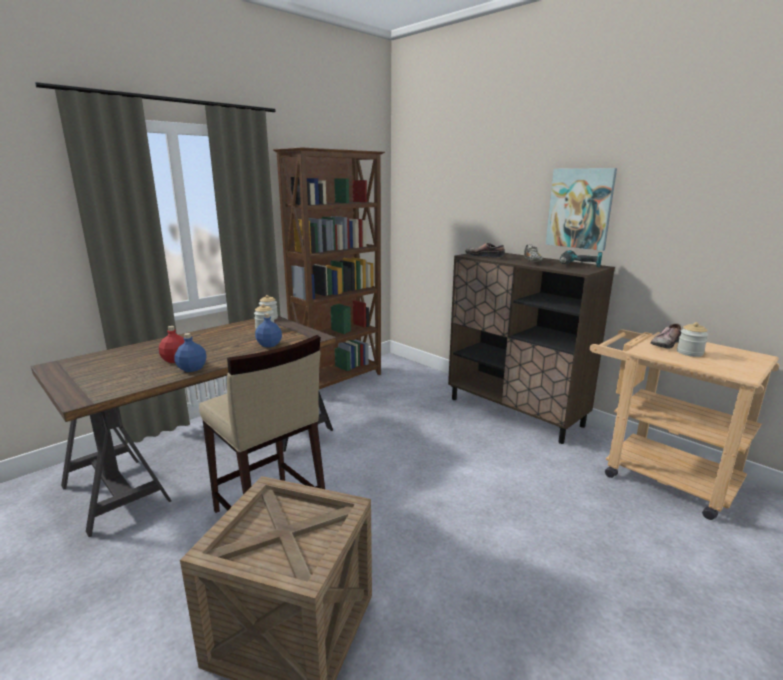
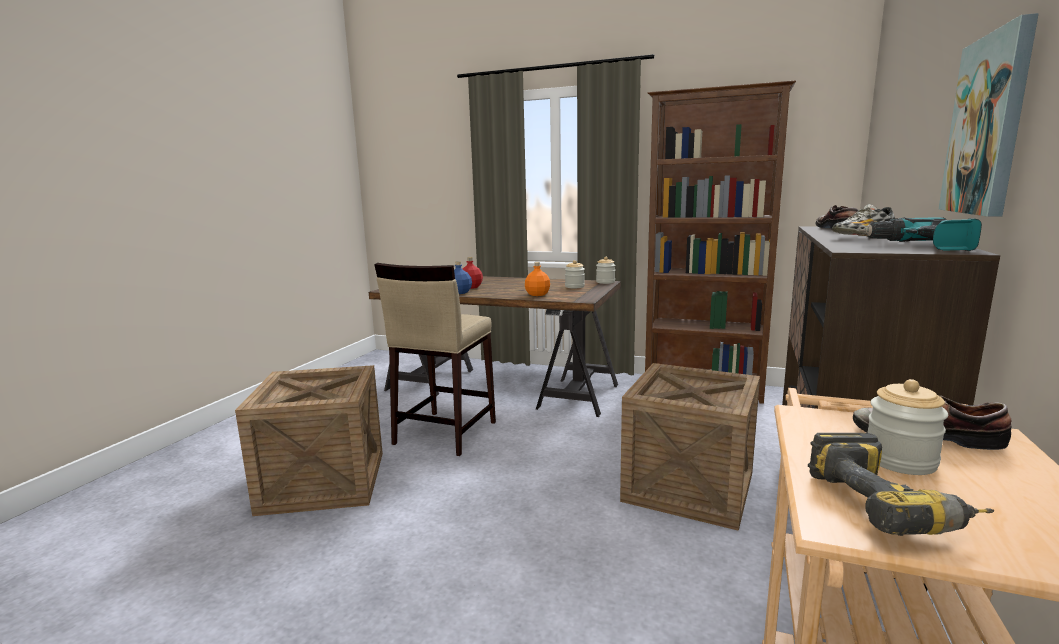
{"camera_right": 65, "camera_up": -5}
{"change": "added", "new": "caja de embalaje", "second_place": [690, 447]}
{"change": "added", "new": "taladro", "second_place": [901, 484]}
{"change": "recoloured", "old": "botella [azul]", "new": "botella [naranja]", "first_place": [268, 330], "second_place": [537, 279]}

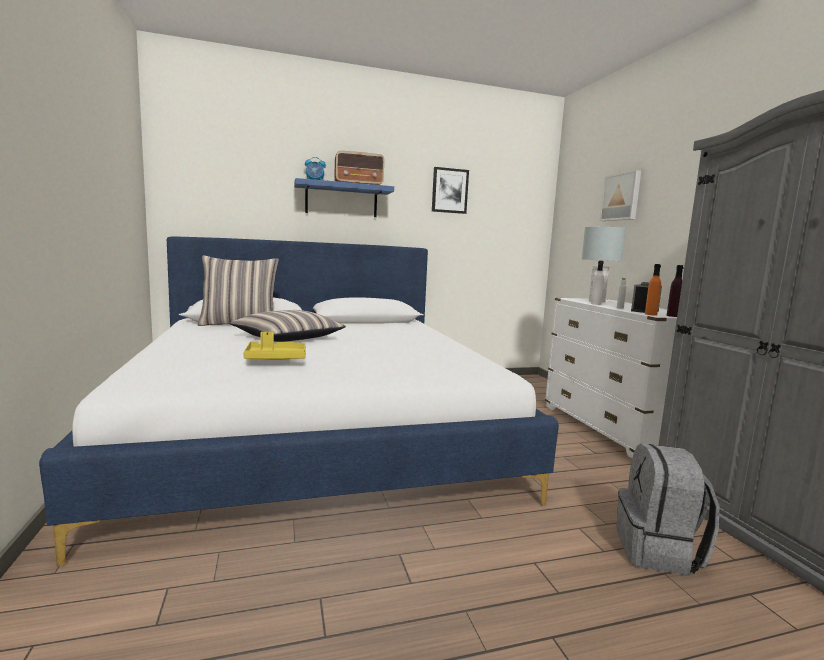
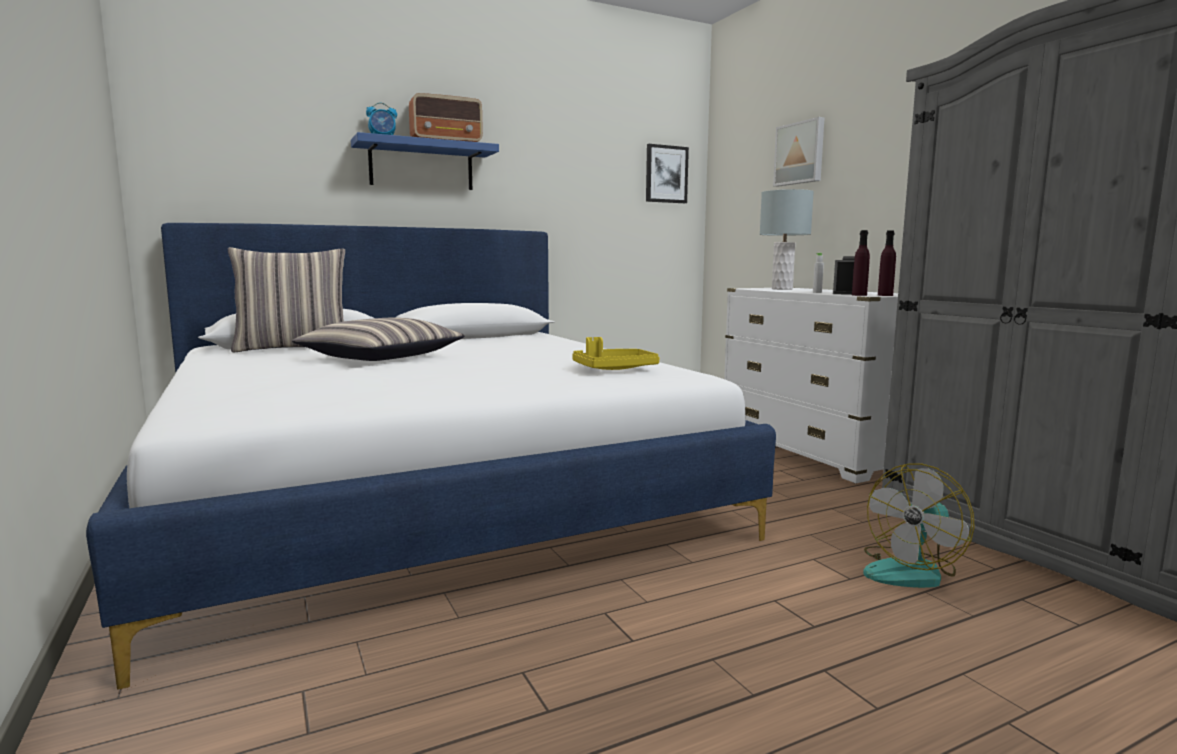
{"camera_right": -10, "camera_up": 0}
{"change": "removed", "old": "botella [blanco]", "first_place": [597, 283]}
{"change": "moved", "old": "bandeja [amarillo]", "first_place": [275, 346], "second_place": [615, 353]}
{"change": "moved", "old": "cuadro", "first_place": [450, 190], "second_place": [667, 173]}
{"change": "replaced", "old": "mochila [gris]", "new": "ventilador", "first_place": [668, 510], "second_place": [919, 525]}
{"change": "recoloured", "old": "botella [naranja]", "new": "botella [morado]", "first_place": [653, 289], "second_place": [861, 263]}

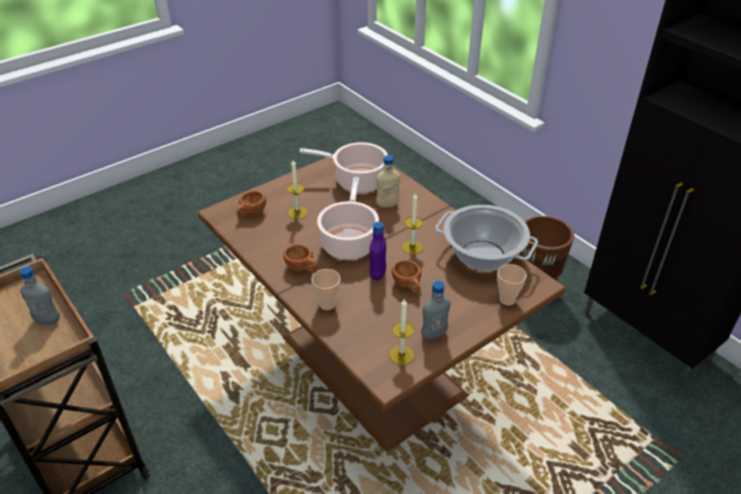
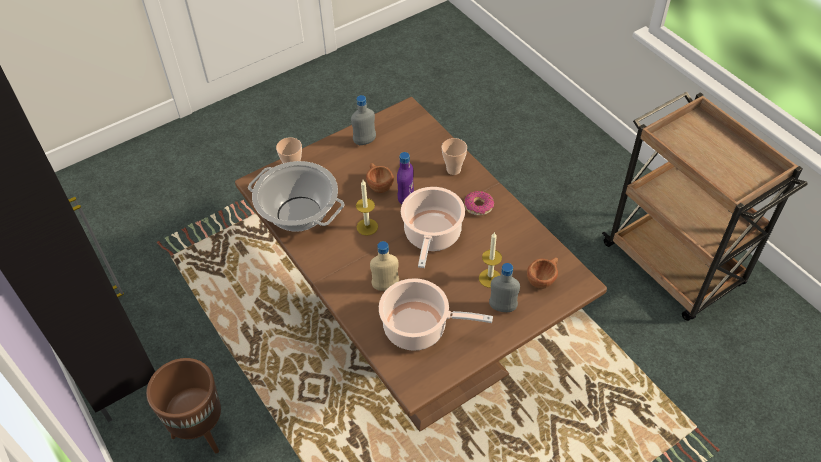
{"camera_right": -175, "camera_up": 10}
{"change": "removed", "old": "vela", "first_place": [402, 331]}
{"change": "moved", "old": "botella [gris]", "first_place": [40, 295], "second_place": [504, 287]}
{"change": "replaced", "old": "taza [marrón]", "new": "rosquilla", "first_place": [300, 258], "second_place": [479, 203]}

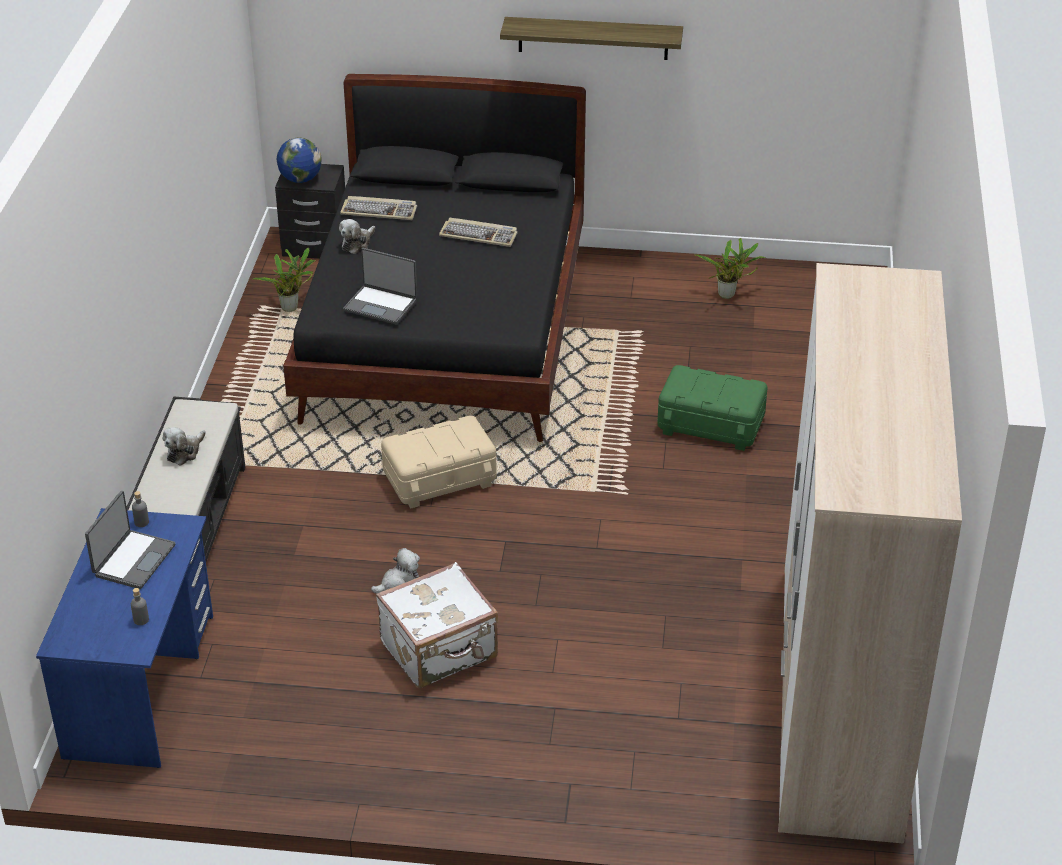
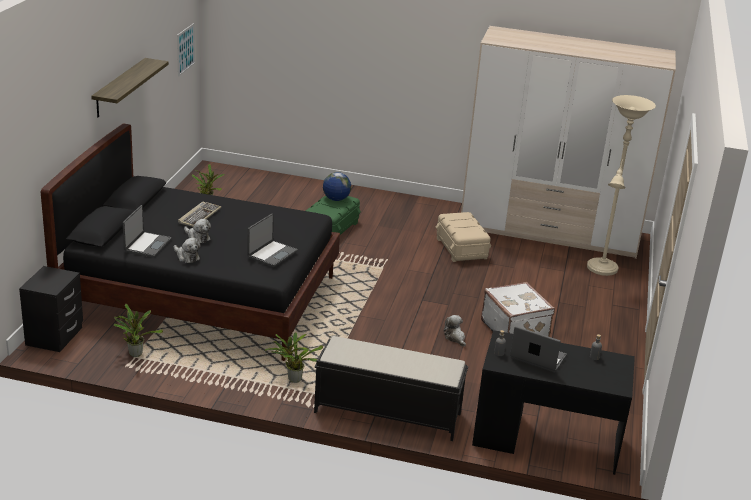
{"camera_right": -85, "camera_up": -10}
{"change": "added", "new": "cuadro", "second_place": [186, 50]}
{"change": "added", "new": "planta en maceta", "second_place": [293, 357]}
{"change": "added", "new": "lámpara de pie [beis]", "second_place": [621, 185]}
{"change": "moved", "old": "peluche", "first_place": [184, 446], "second_place": [197, 231]}
{"change": "moved", "old": "globo terráqueo", "first_place": [299, 160], "second_place": [337, 186]}
{"change": "moved", "old": "caja de almacenaje [beis]", "first_place": [439, 462], "second_place": [463, 237]}
{"change": "replaced", "old": "teclado", "new": "portátil", "first_place": [378, 208], "second_place": [147, 231]}
{"change": "recoloured", "old": "escritorio [azul]", "new": "escritorio [negro]", "first_place": [124, 638], "second_place": [553, 402]}

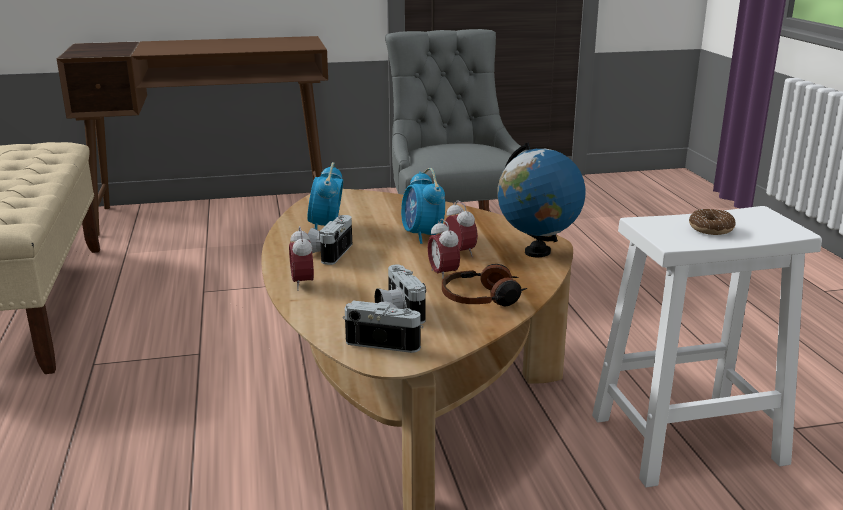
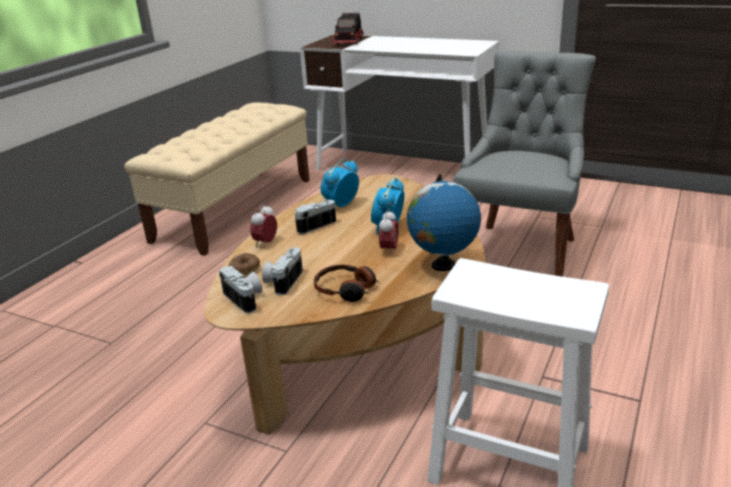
{"camera_right": 40, "camera_up": 5}
{"change": "removed", "old": "despertador", "first_place": [444, 249]}
{"change": "added", "new": "camión de juguete", "second_place": [348, 28]}
{"change": "moved", "old": "rosquilla", "first_place": [712, 222], "second_place": [244, 264]}
{"change": "recoloured", "old": "escritorio [marrón]", "new": "escritorio [blanco]", "first_place": [192, 136], "second_place": [399, 102]}

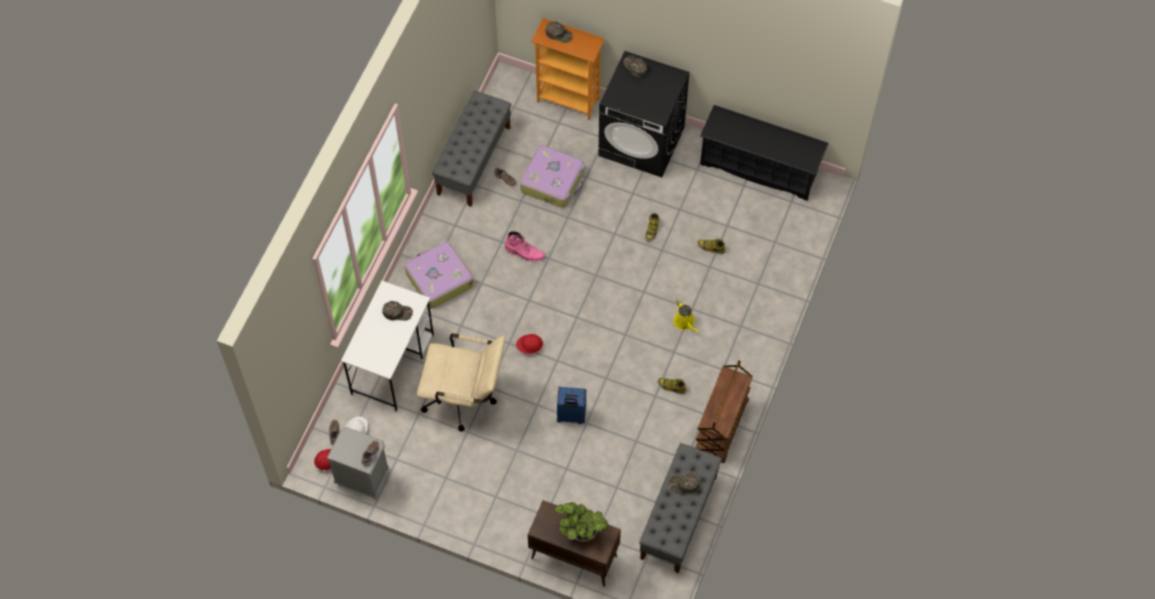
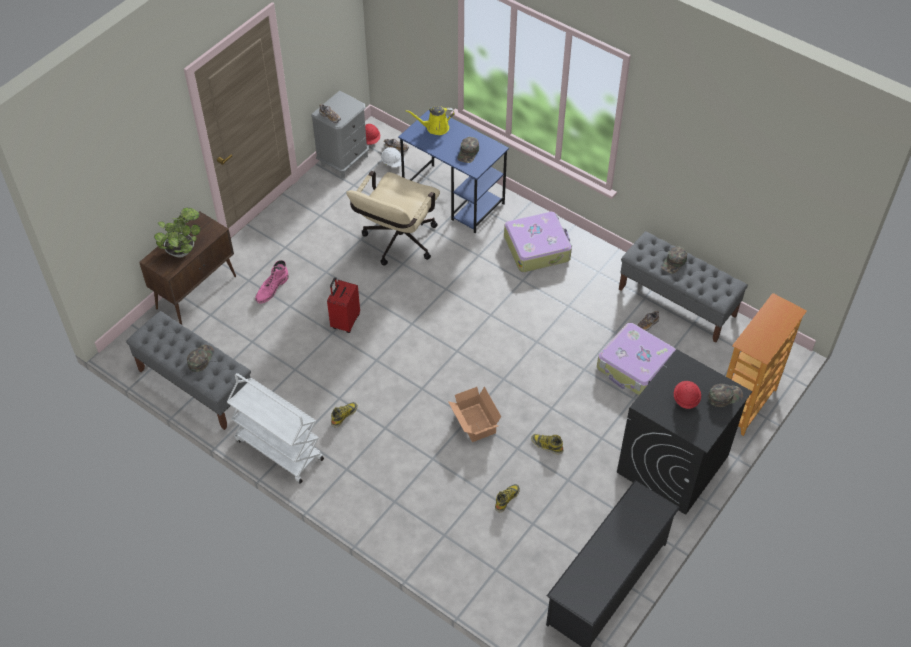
{"camera_right": 105, "camera_up": -10}
{"change": "added", "new": "caja de cartón", "second_place": [474, 414]}
{"change": "moved", "old": "bota [rosa]", "first_place": [525, 246], "second_place": [272, 282]}
{"change": "moved", "old": "casco [rojo]", "first_place": [529, 344], "second_place": [687, 395]}
{"change": "moved", "old": "gorra [verde]", "first_place": [559, 32], "second_place": [674, 260]}
{"change": "moved", "old": "regadera [amarillo]", "first_place": [686, 316], "second_place": [430, 120]}
{"change": "recoloured", "old": "escritorio [blanco]", "new": "escritorio [azul]", "first_place": [387, 346], "second_place": [453, 170]}
{"change": "recoloured", "old": "maleta [azul]", "new": "maleta [rojo]", "first_place": [571, 405], "second_place": [343, 305]}
{"change": "recoloured", "old": "carrito [marrón]", "new": "carrito [blanco]", "first_place": [724, 412], "second_place": [275, 428]}

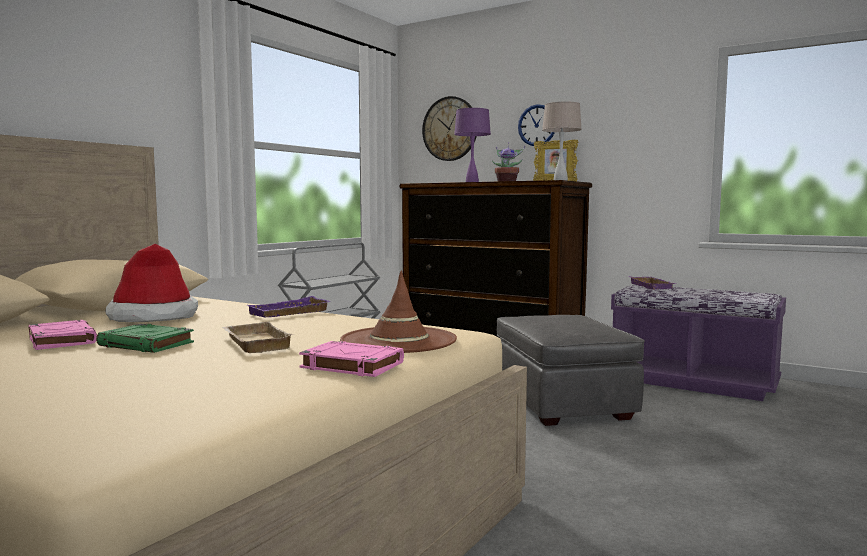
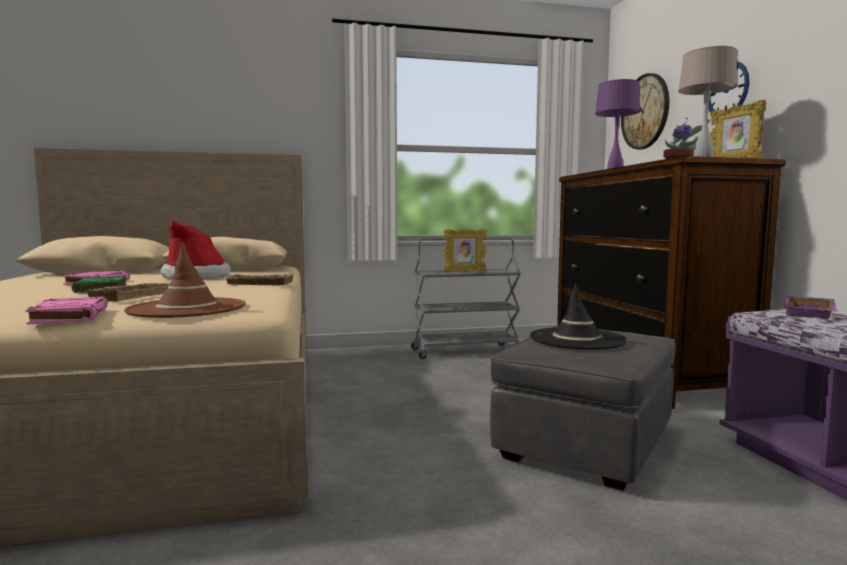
{"camera_right": 45, "camera_up": 0}
{"change": "added", "new": "portarretratos", "second_place": [465, 251]}
{"change": "added", "new": "sombrero [negro]", "second_place": [578, 316]}
{"change": "recoloured", "old": "bandeja [morado]", "new": "bandeja [beis]", "first_place": [289, 307], "second_place": [259, 279]}

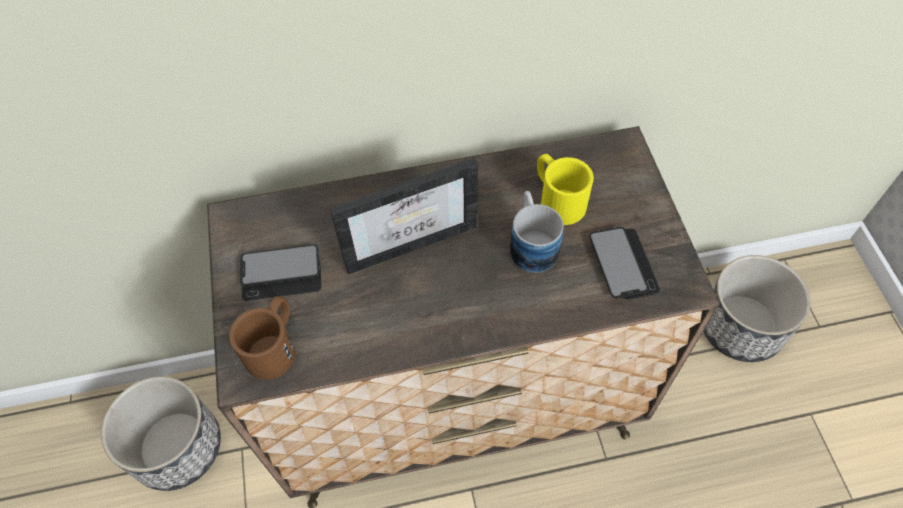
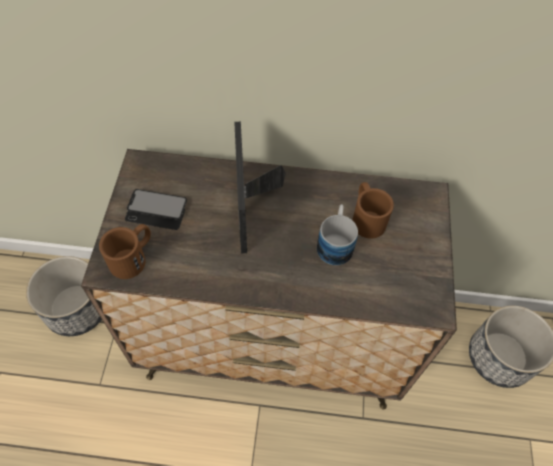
{"camera_right": 15, "camera_up": 0}
{"change": "removed", "old": "móvil", "first_place": [624, 263]}
{"change": "recoloured", "old": "taza grande [amarillo]", "new": "taza grande [marrón]", "first_place": [565, 189], "second_place": [373, 210]}
{"change": "turned", "old": "portarretratos", "first_place": [403, 216], "second_place": [260, 188], "degrees": 90}

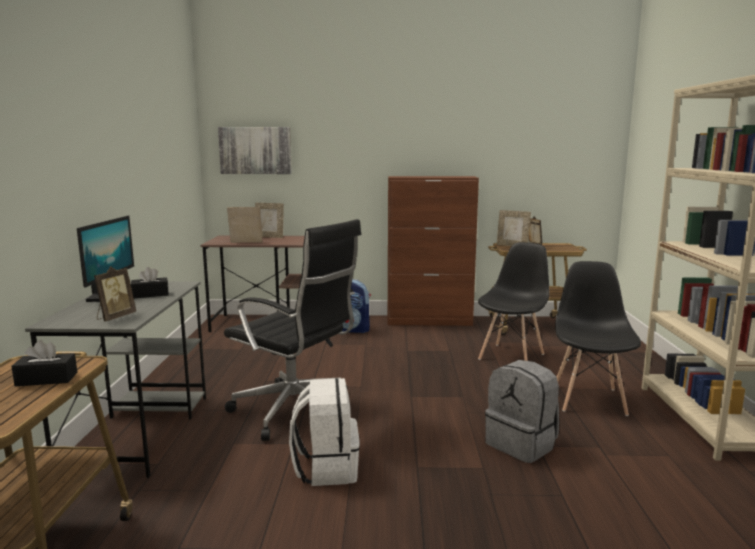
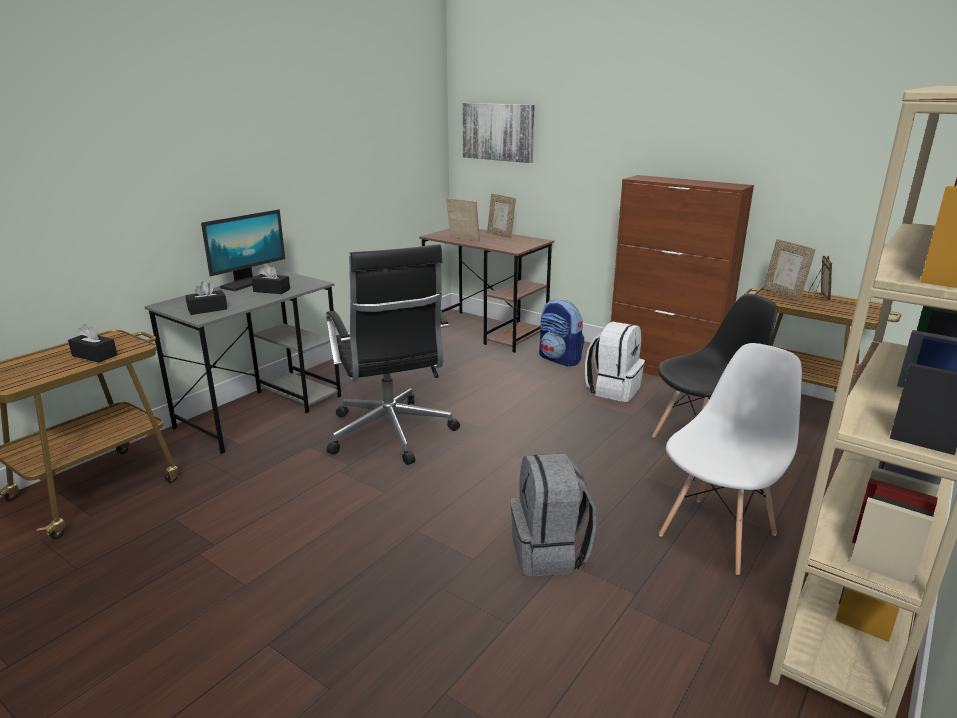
{"camera_right": 35, "camera_up": 10}
{"change": "moved", "old": "mochila [blanco]", "first_place": [324, 432], "second_place": [615, 362]}
{"change": "replaced", "old": "portarretratos", "new": "caja de pañuelos [negro]", "first_place": [115, 293], "second_place": [206, 298]}
{"change": "recoloured", "old": "silla [negro]", "new": "silla [blanco]", "first_place": [598, 338], "second_place": [730, 459]}

